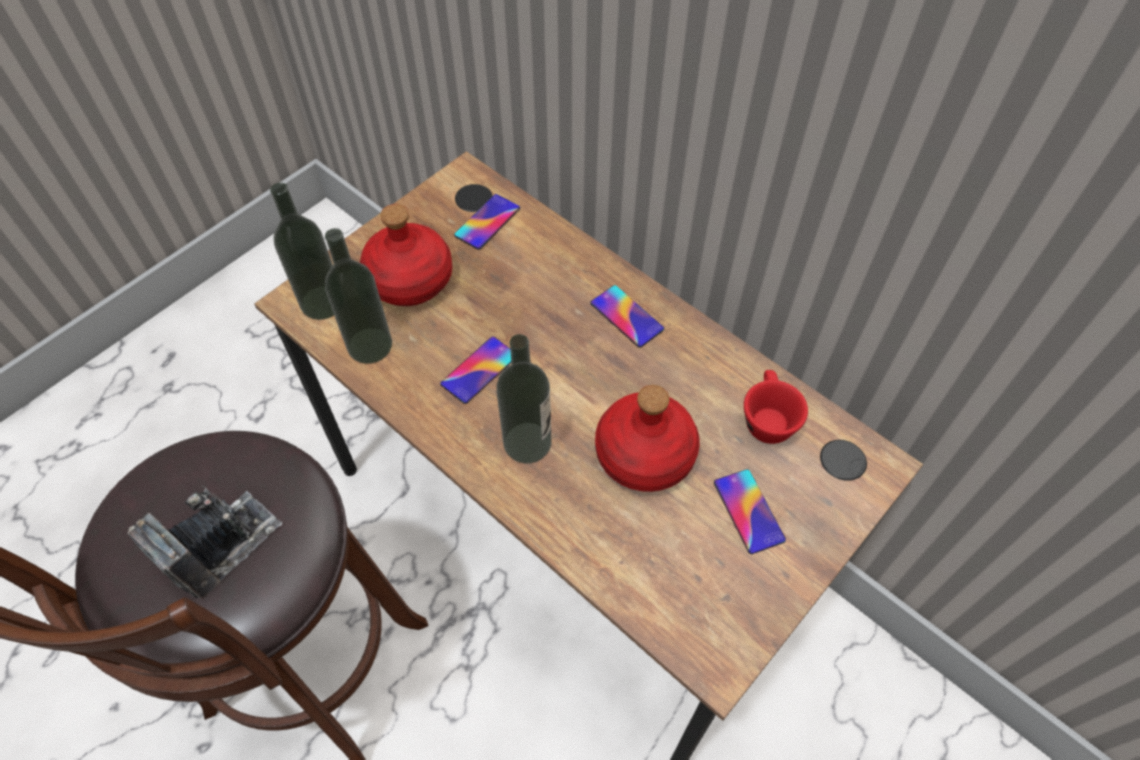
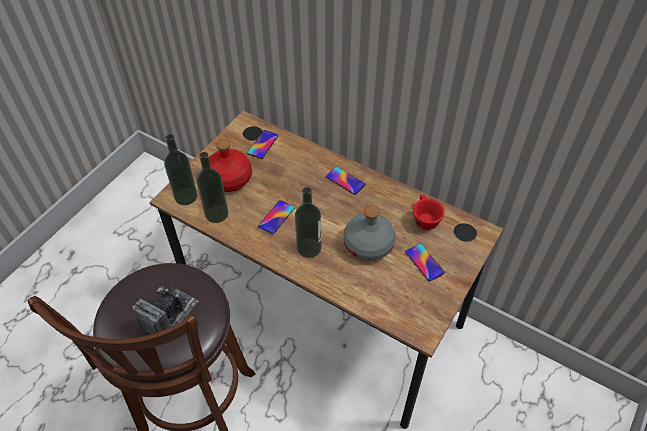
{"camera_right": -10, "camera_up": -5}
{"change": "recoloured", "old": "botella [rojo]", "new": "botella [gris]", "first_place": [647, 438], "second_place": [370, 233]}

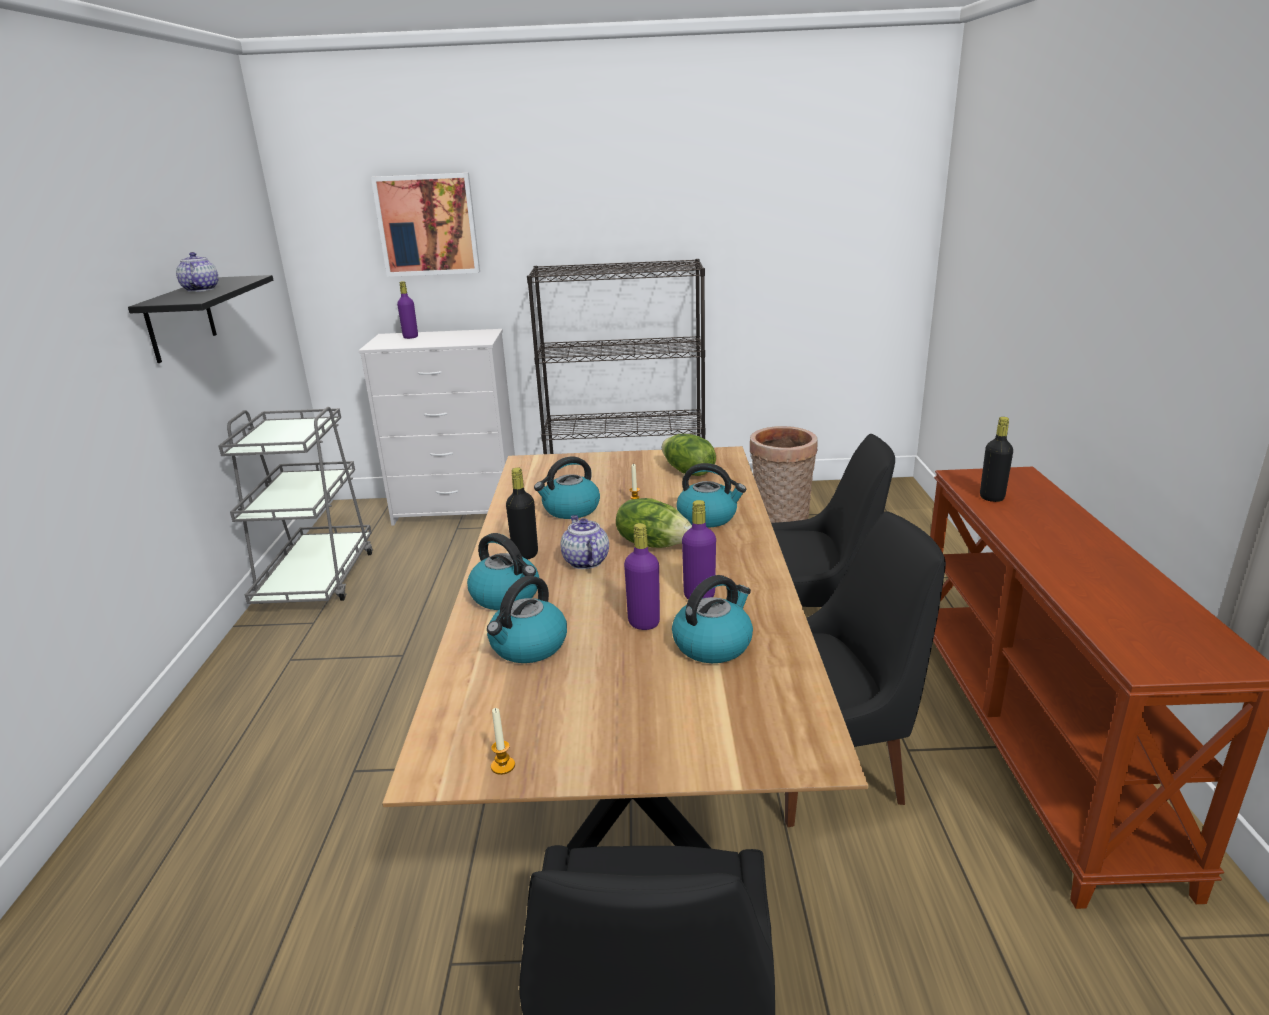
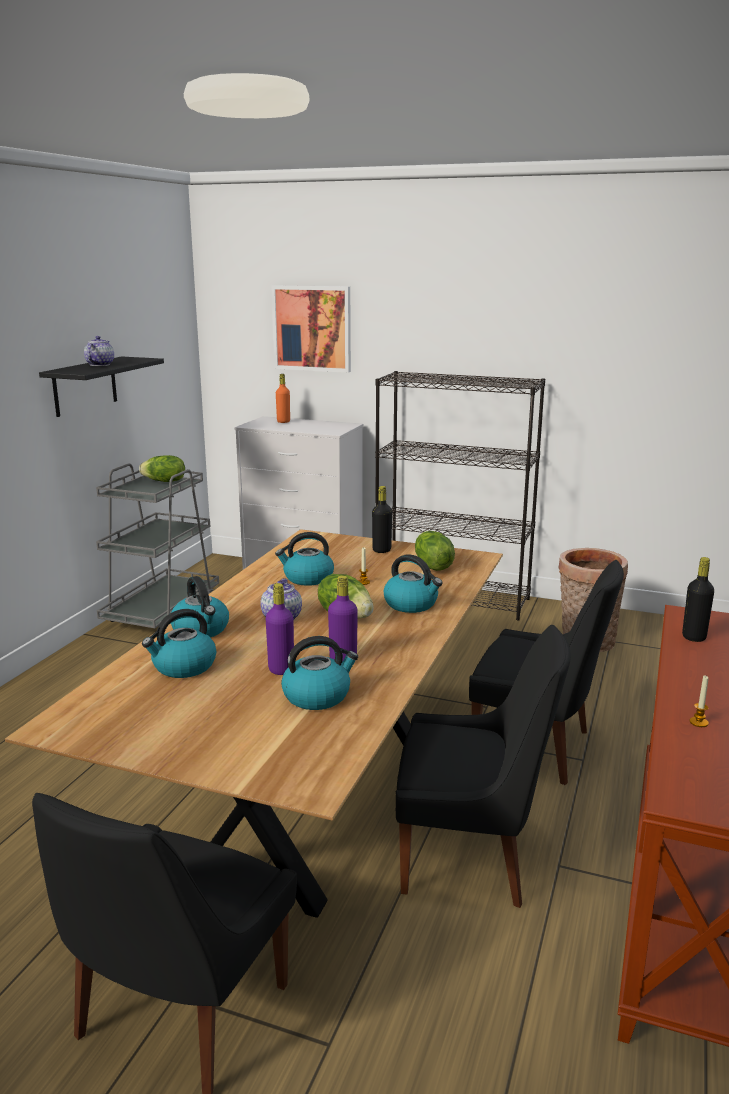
{"camera_right": 20, "camera_up": -5}
{"change": "added", "new": "lechuga", "second_place": [162, 468]}
{"change": "moved", "old": "vela", "first_place": [503, 741], "second_place": [699, 701]}
{"change": "moved", "old": "botella [negro]", "first_place": [522, 514], "second_place": [382, 519]}
{"change": "recoloured", "old": "botella [morado]", "new": "botella [naranja]", "first_place": [407, 310], "second_place": [283, 398]}

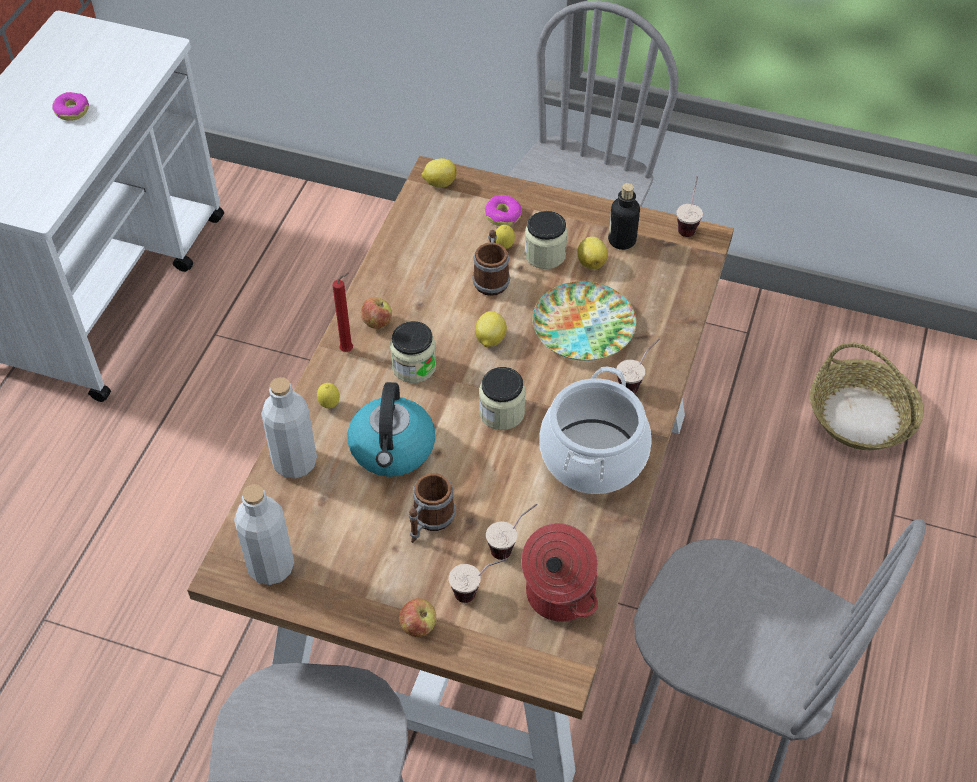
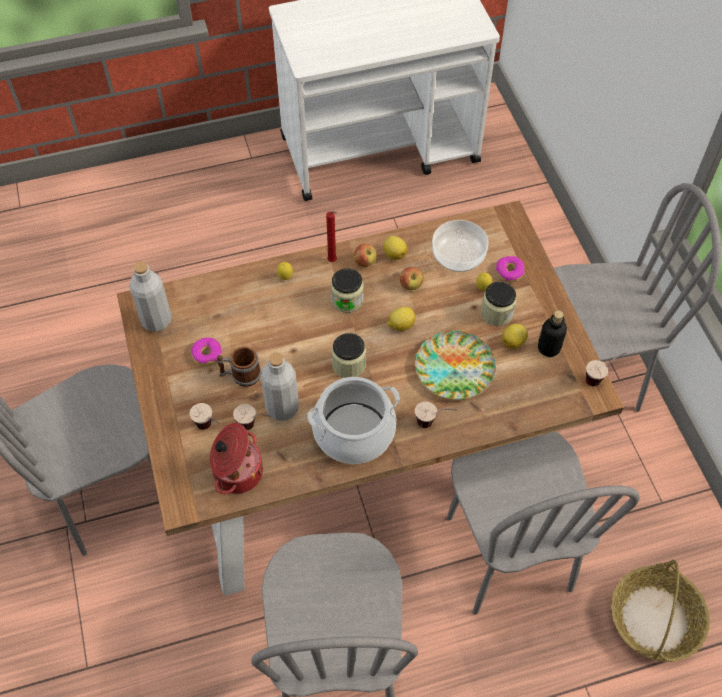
{"camera_right": 55, "camera_up": 5}
{"change": "removed", "old": "hervidor", "first_place": [391, 429]}
{"change": "removed", "old": "taza grande", "first_place": [491, 263]}
{"change": "added", "new": "cuenco", "second_place": [460, 246]}
{"change": "added", "new": "silla [gris]", "second_place": [543, 523]}
{"change": "moved", "old": "rosquilla", "first_place": [70, 106], "second_place": [206, 351]}
{"change": "moved", "old": "botella [gris]", "first_place": [289, 428], "second_place": [280, 386]}
{"change": "moved", "old": "manzana", "first_place": [417, 617], "second_place": [412, 278]}
{"change": "moved", "old": "limón", "first_place": [439, 172], "second_place": [395, 248]}

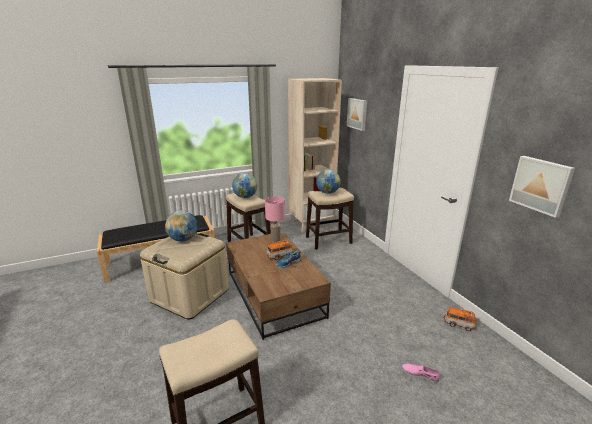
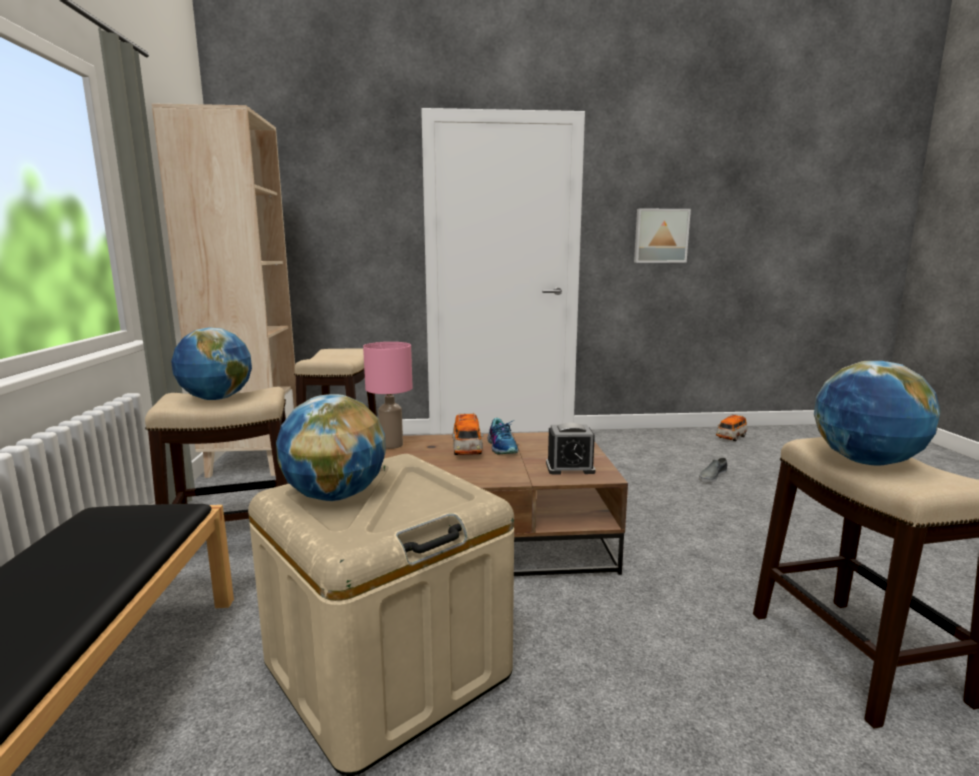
{"camera_right": -70, "camera_up": -10}
{"change": "removed", "old": "cuadro", "first_place": [357, 114]}
{"change": "added", "new": "despertador", "second_place": [571, 448]}
{"change": "moved", "old": "globo terráqueo", "first_place": [328, 181], "second_place": [877, 413]}
{"change": "moved", "old": "coche de juguete", "first_place": [460, 319], "second_place": [731, 427]}
{"change": "recoloured", "old": "zapato [rosa]", "new": "zapato [gris]", "first_place": [421, 373], "second_place": [713, 470]}

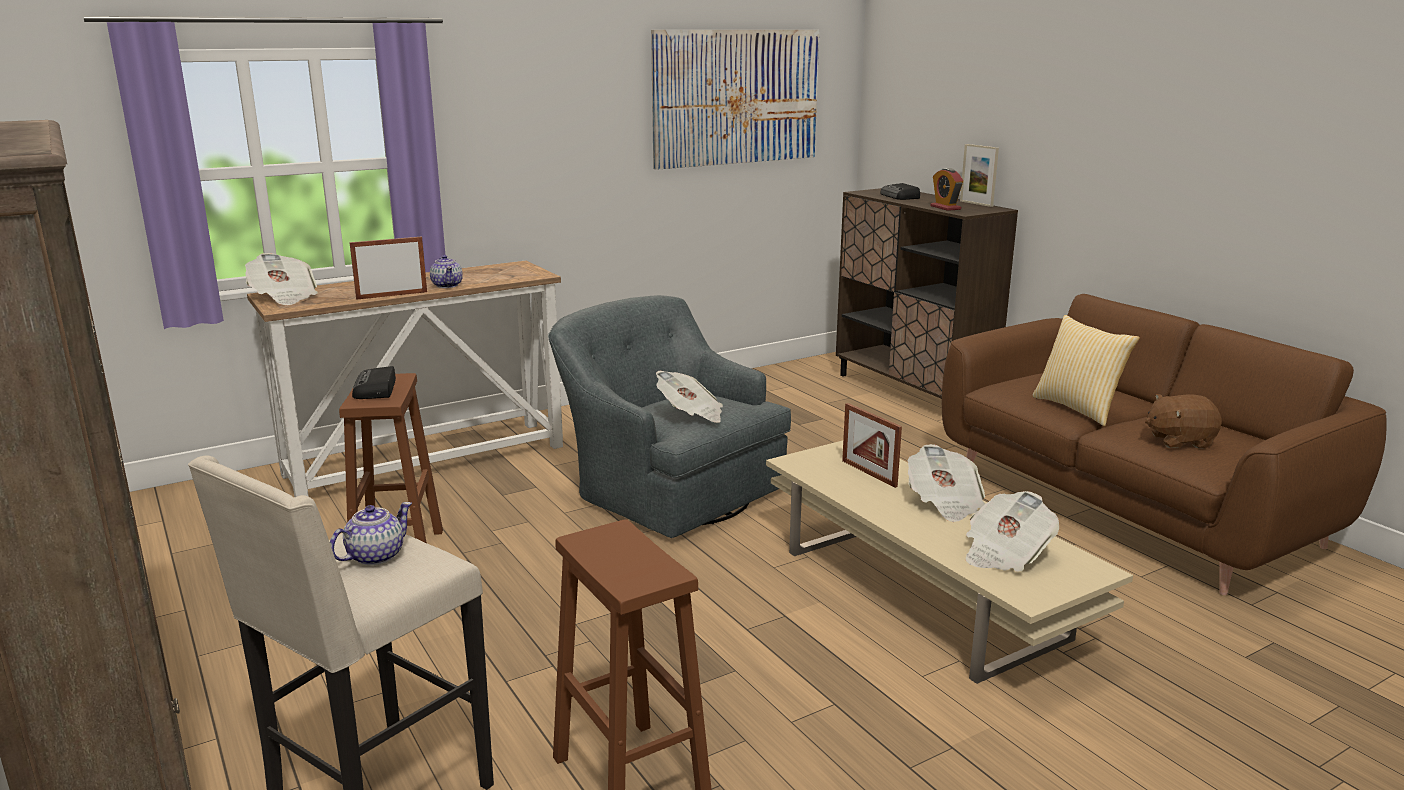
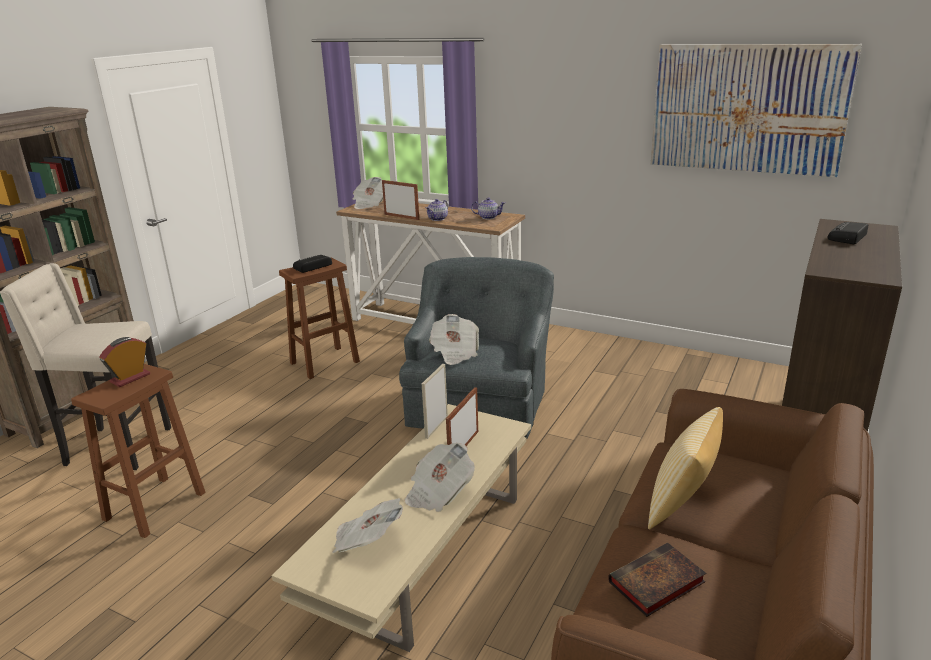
{"camera_right": 60, "camera_up": 5}
{"change": "moved", "old": "tetera", "first_place": [371, 533], "second_place": [488, 208]}
{"change": "moved", "old": "despertador", "first_place": [946, 189], "second_place": [124, 362]}
{"change": "moved", "old": "portarretratos", "first_place": [979, 175], "second_place": [435, 401]}
{"change": "replaced", "old": "peluche [marrón]", "new": "libro", "first_place": [1183, 421], "second_place": [657, 579]}

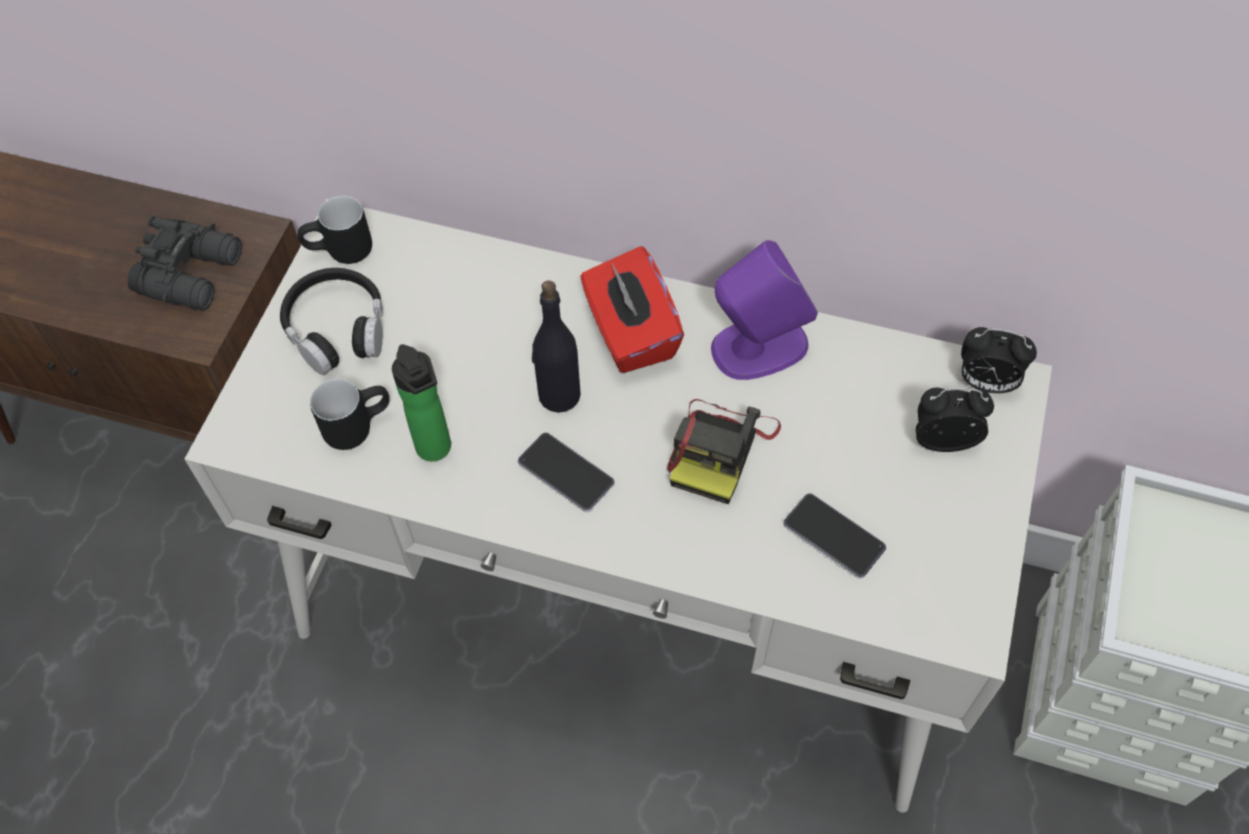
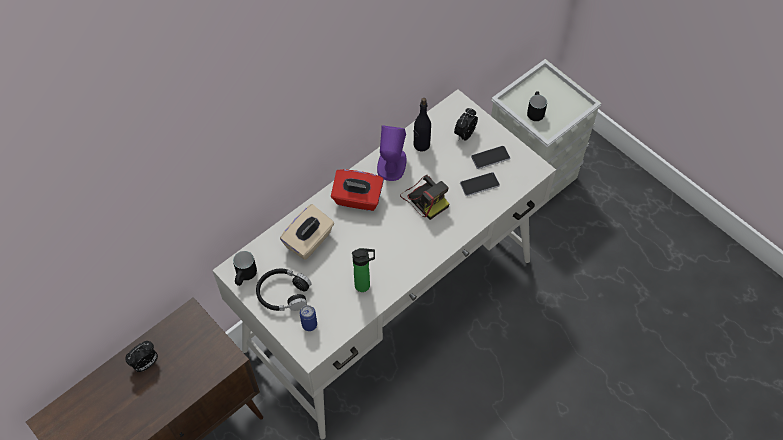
{"camera_right": -60, "camera_up": 0}
{"change": "removed", "old": "prismáticos [negro]", "first_place": [184, 263]}
{"change": "added", "new": "caja de pañuelos [beis]", "second_place": [307, 232]}
{"change": "added", "new": "lata", "second_place": [308, 318]}
{"change": "moved", "old": "taza grande [negro]", "first_place": [350, 414], "second_place": [537, 106]}
{"change": "moved", "old": "móvil", "first_place": [566, 472], "second_place": [490, 157]}
{"change": "moved", "old": "botella [negro]", "first_place": [556, 346], "second_place": [422, 124]}
{"change": "moved", "old": "despertador", "first_place": [999, 360], "second_place": [141, 356]}

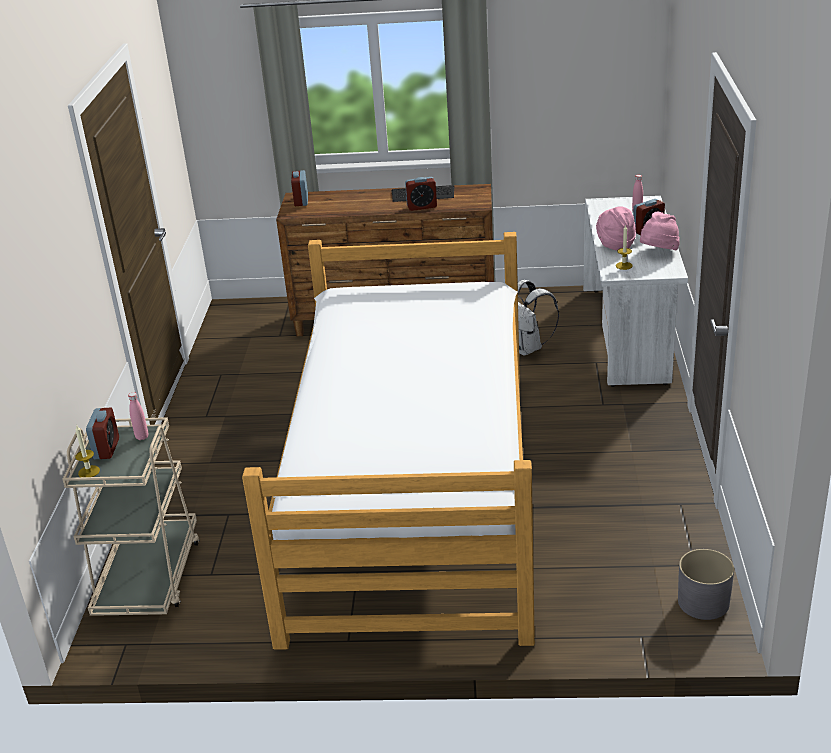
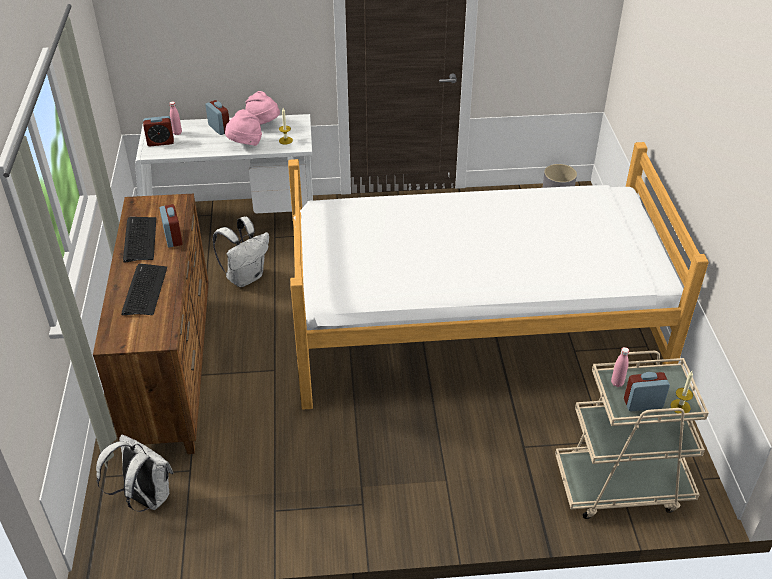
{"camera_right": -100, "camera_up": 10}
{"change": "added", "new": "mochila [blanco]", "second_place": [134, 473]}
{"change": "added", "new": "teclado", "second_place": [144, 289]}
{"change": "moved", "old": "despertador", "first_place": [299, 188], "second_place": [158, 131]}

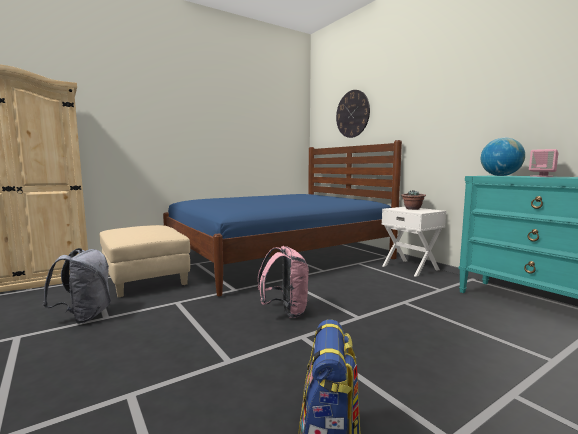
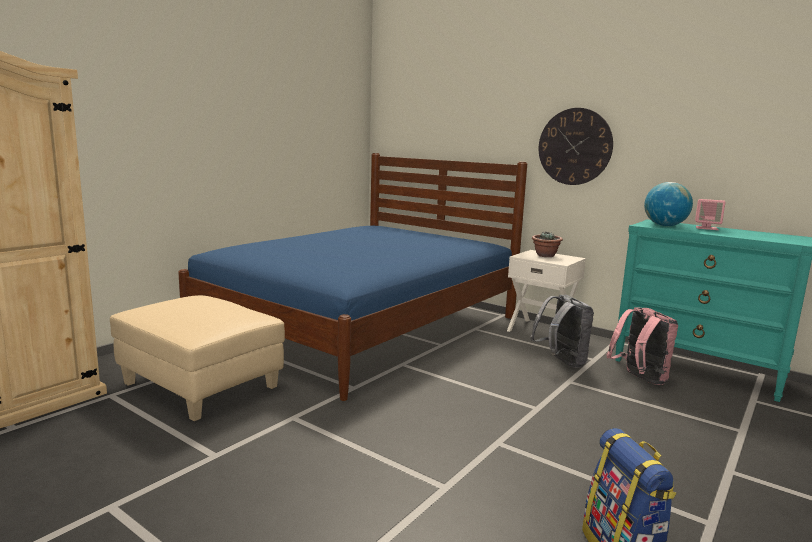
{"camera_right": -20, "camera_up": 5}
{"change": "moved", "old": "mochila [gris]", "first_place": [76, 286], "second_place": [562, 331]}
{"change": "moved", "old": "mochila [rosa]", "first_place": [283, 282], "second_place": [642, 346]}
{"change": "moved", "old": "reloj de pared", "first_place": [353, 114], "second_place": [576, 146]}

